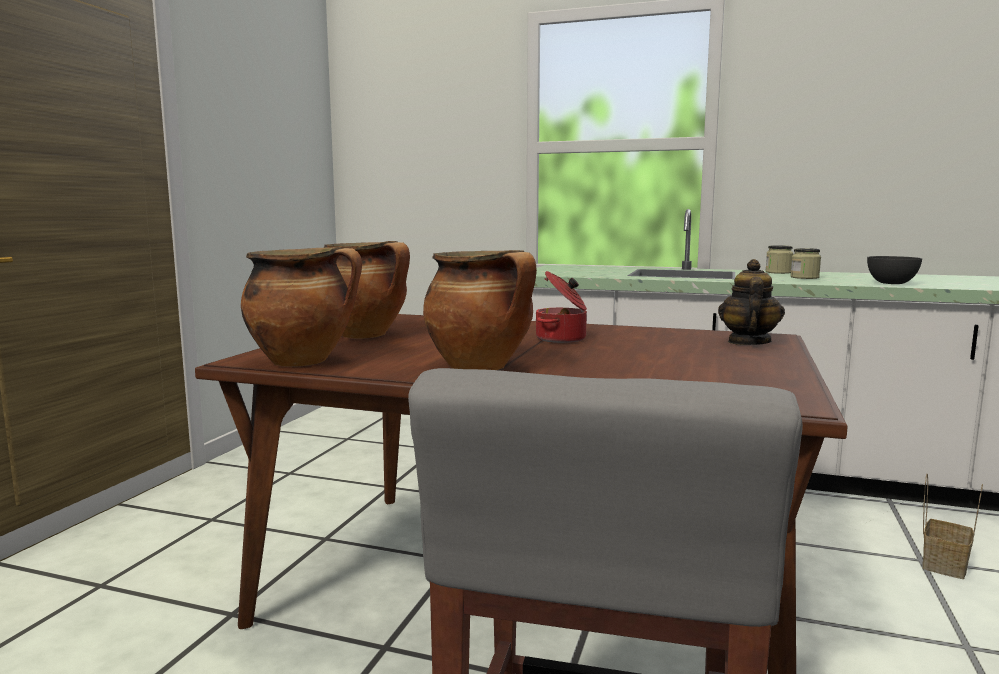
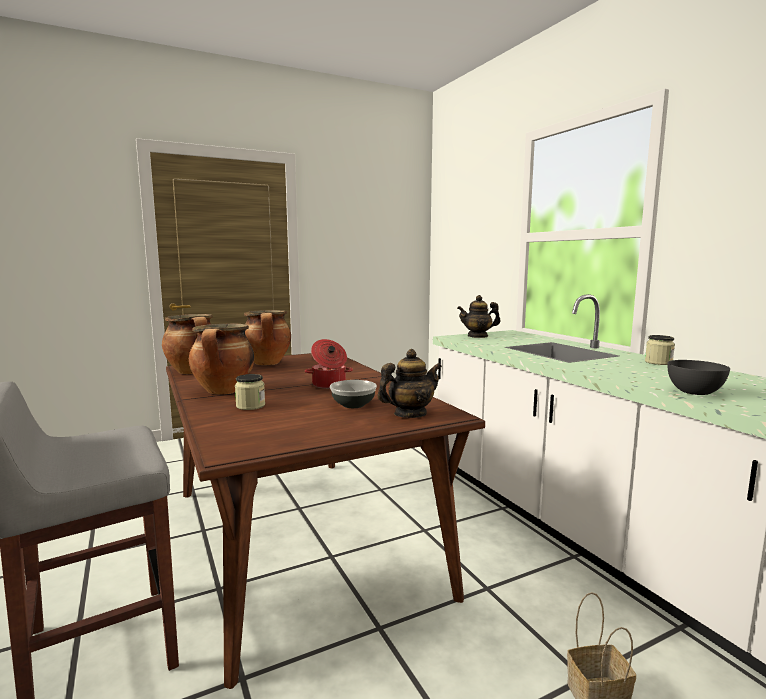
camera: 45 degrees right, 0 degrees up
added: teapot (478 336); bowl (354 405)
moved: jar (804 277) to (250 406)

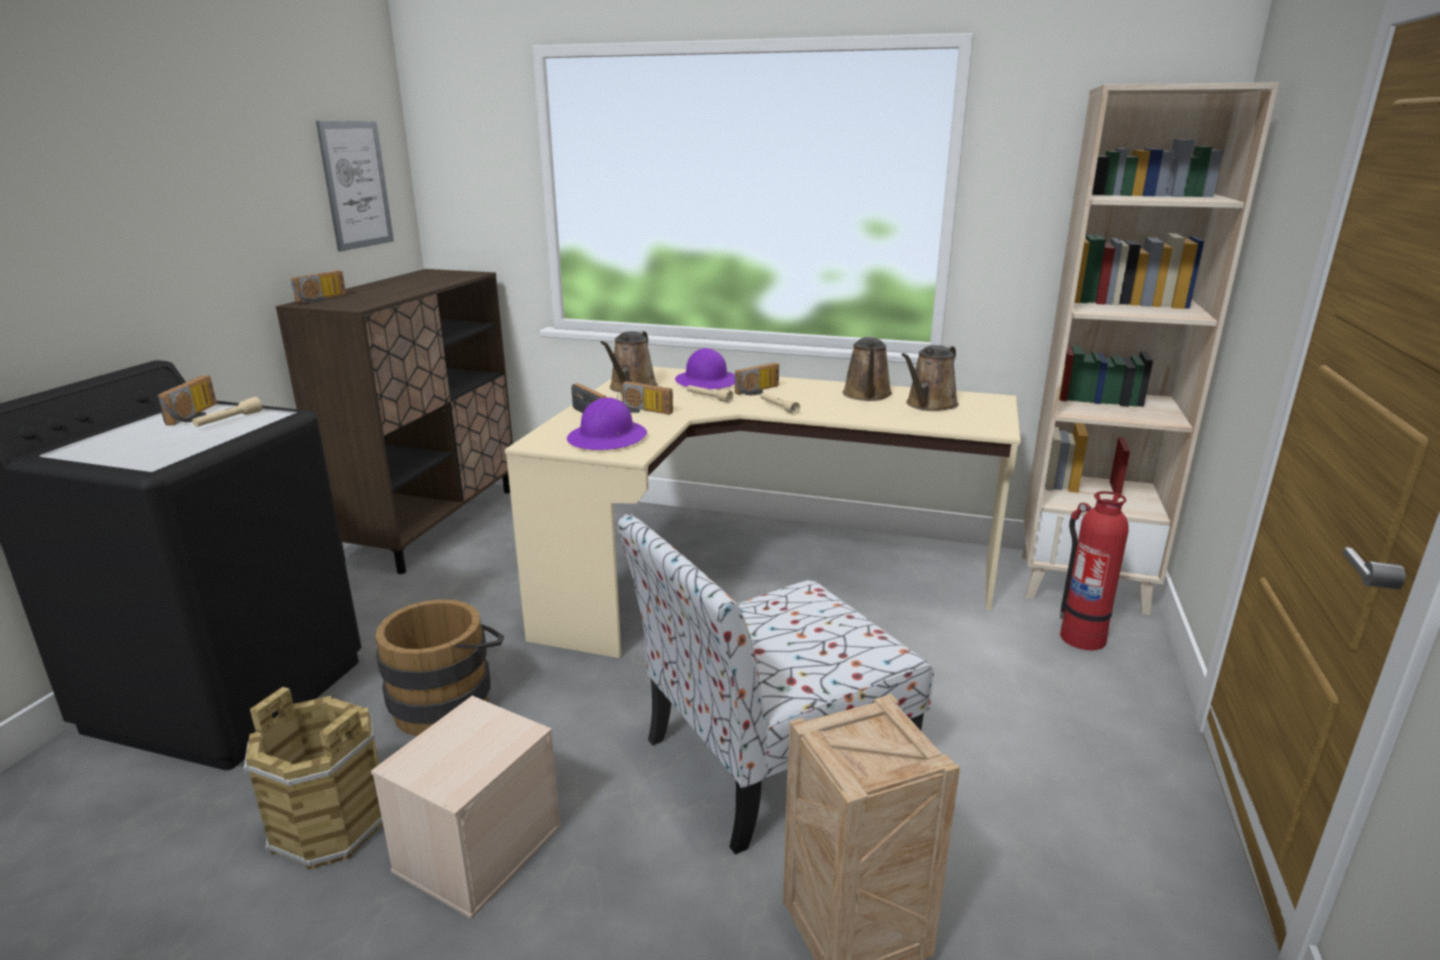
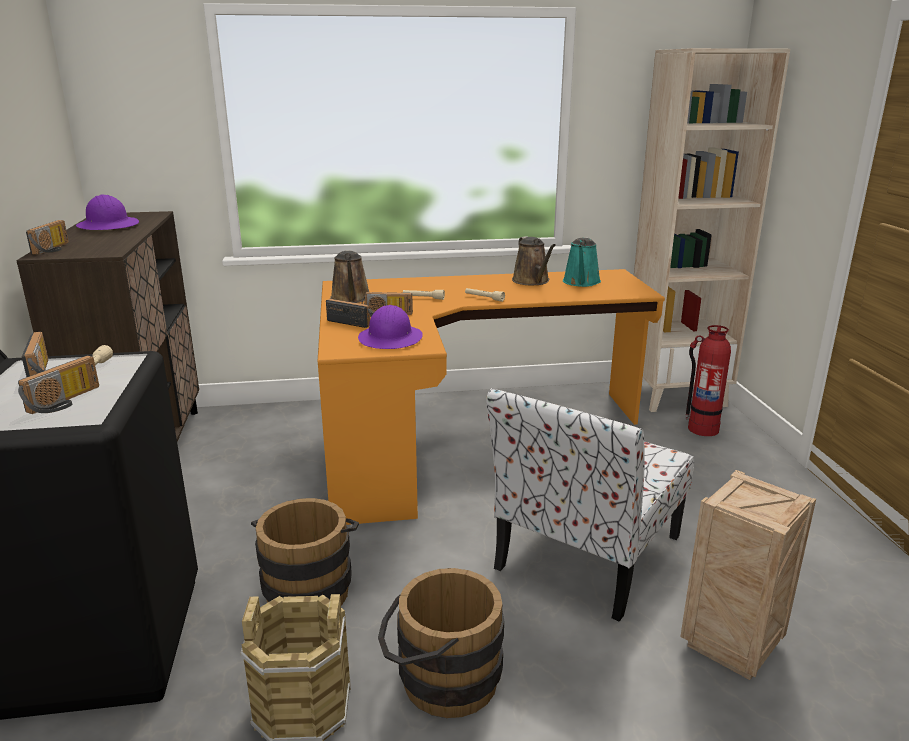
camera: 25 degrees left, 0 degrees up
removed: picture (356 185)
moved: hard hat (purple) (707 382) to (108 226); radio (758 391) to (66 402)
replaced: storage box (beige) (478 846) to bucket (brown) (440 679)
recoloured: watering can (brown) (929 405) to watering can (turquoise) (581 282); desk (beige) (754 577) to desk (orange) (464 437)

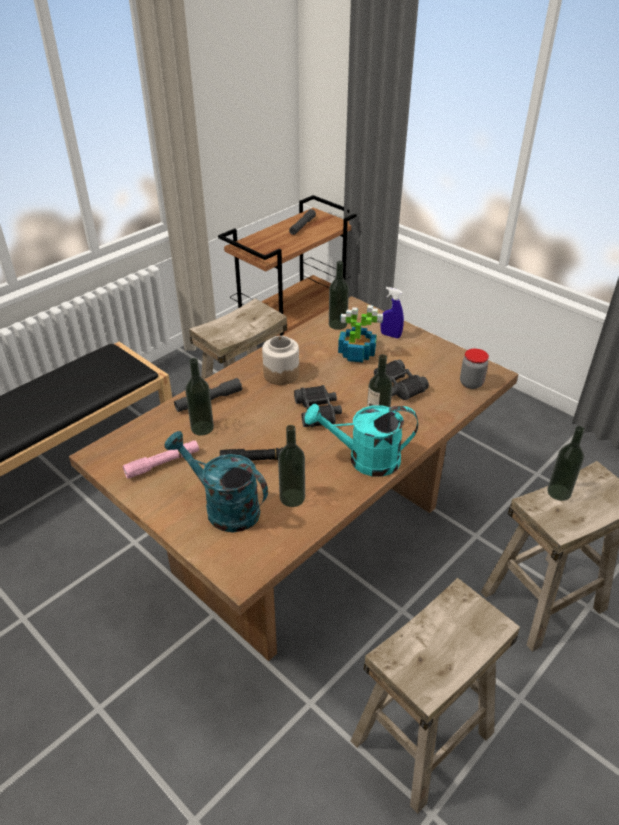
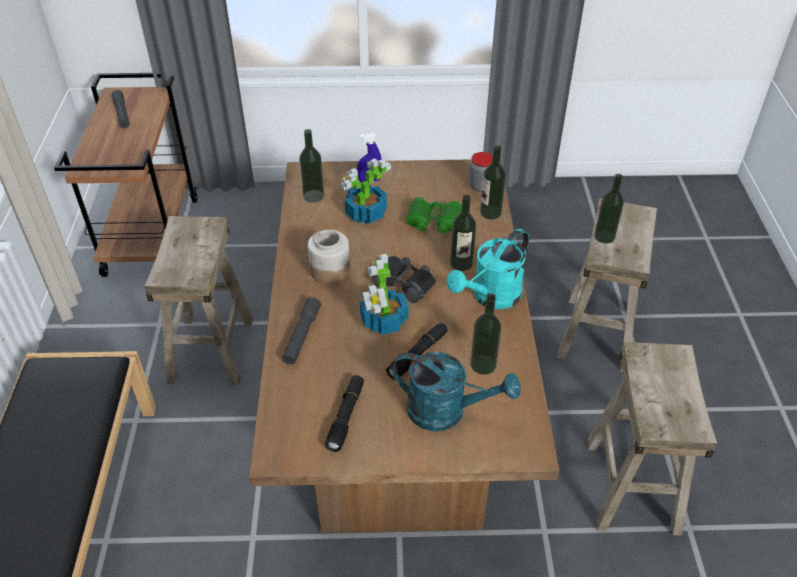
camera: 45 degrees left, 5 degrees up
added: potted plant (383 321)
moved: bottle (202 428) to (490 212)
recoloured: binoculars (black) (397 386) to binoculars (green) (434 222); flashlight (pink) (163 463) to flashlight (black) (346 416)
turned: watering can (turquoise) (224 507) = (446 411) 150 degrees counterclockwise

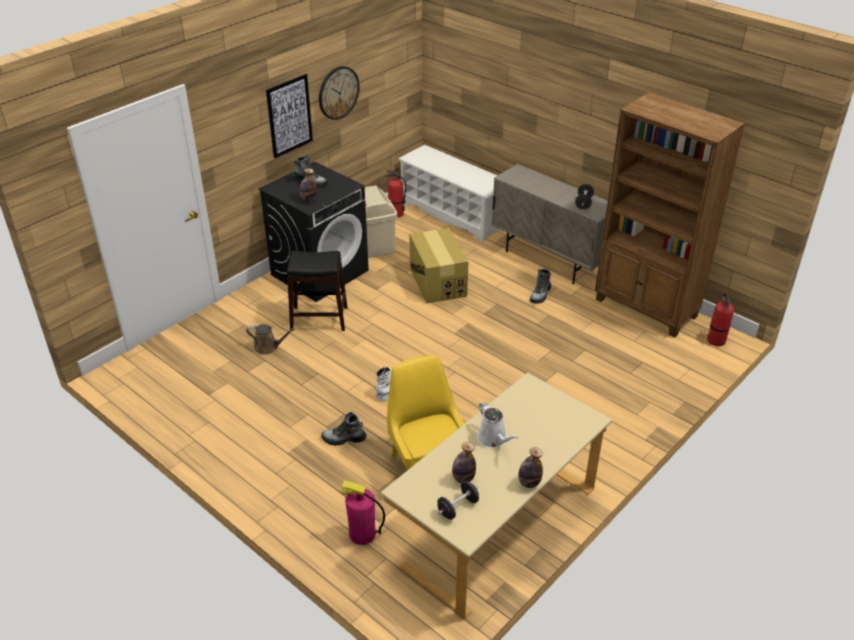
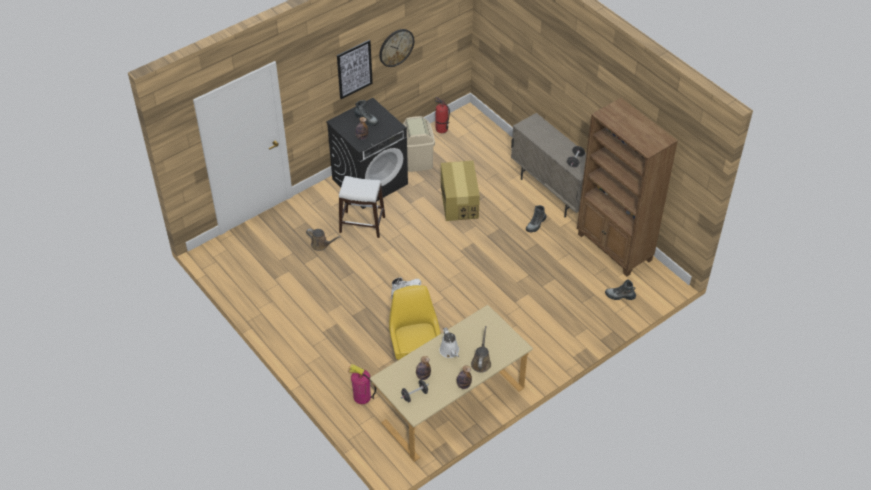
camera: 10 degrees right, 10 degrees up
removed: shoe rack (white) (453 214); fire extinguisher (716 341)
added: watering can (brown) (481 362)
moved: boot (344 439) to (620 296)
recoloured: stool (black) (319 319) to stool (white) (362 225)

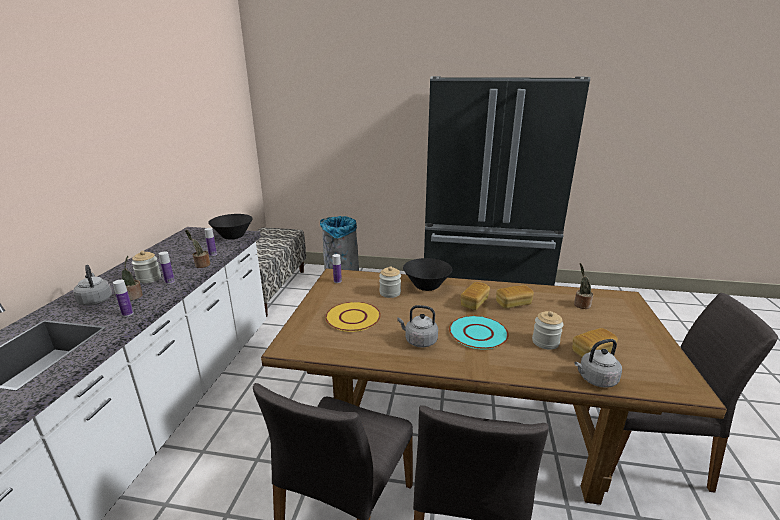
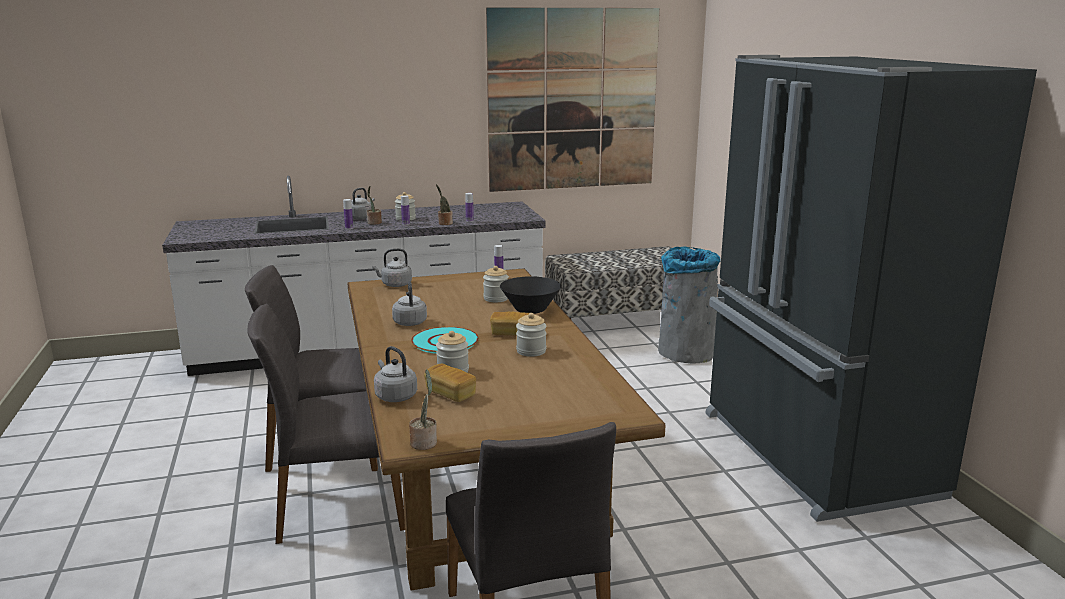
camera: 65 degrees right, 5 degrees down
removed: bowl (black) (233 236); plate (yellow) (352 317)
added: picture (573 100); kettle (grey) (395 285)
moved: potted plant (581 304) to (424 442)
replaced: bread (513 304) to jar (531 351)

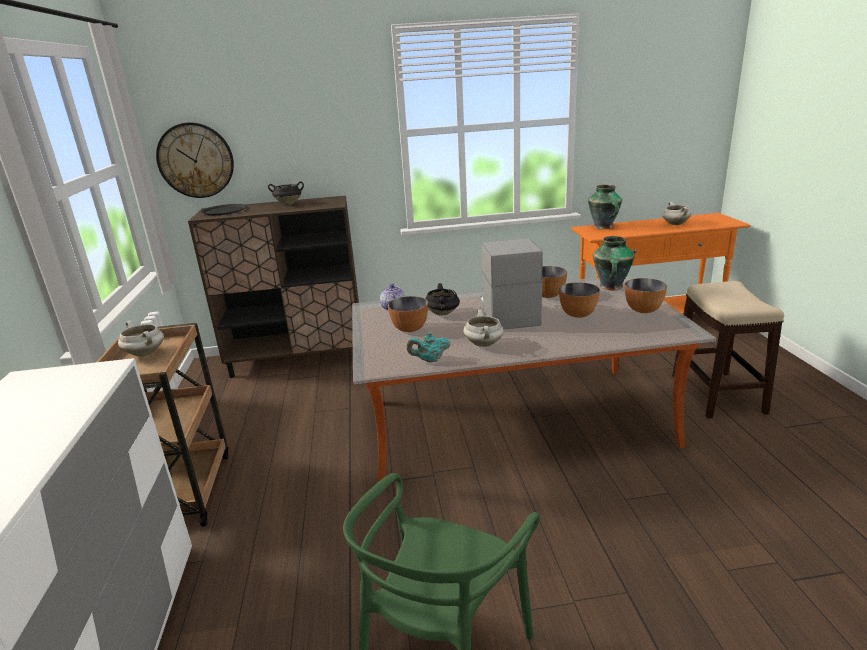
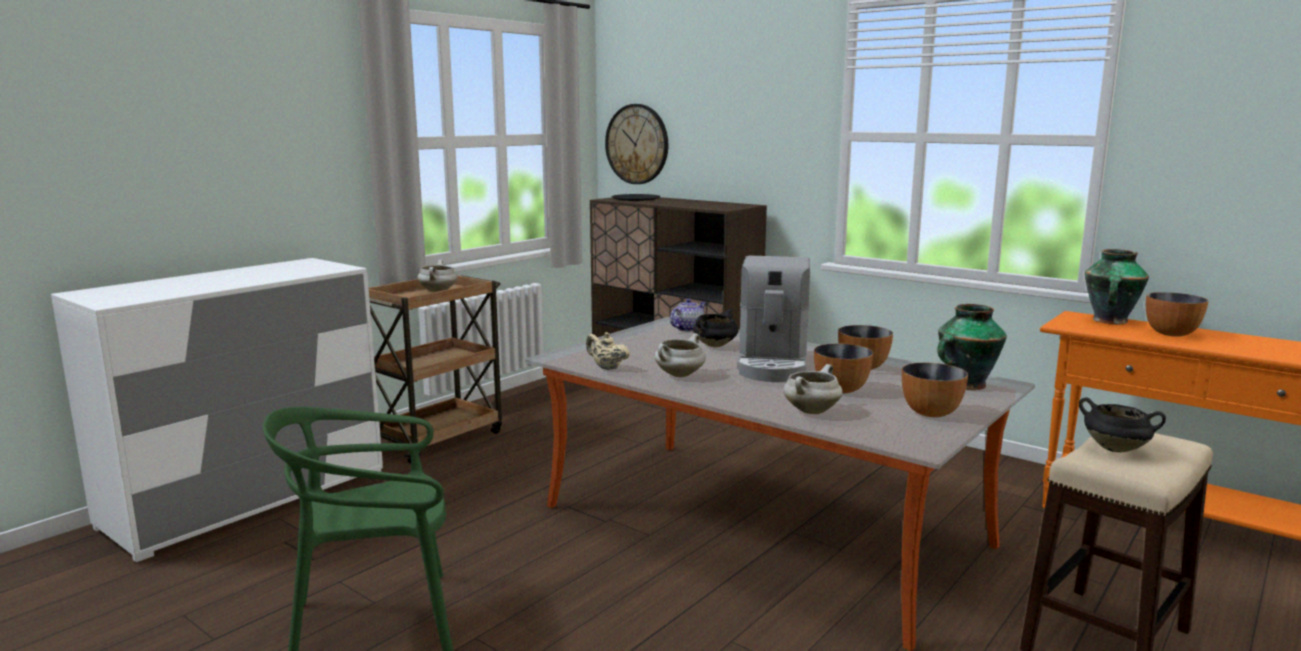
camera: 45 degrees right, 10 degrees down
moved: cooking pot (black) (289 204) to (1116 449); cooking pot (white) (674 224) to (811 411); bowl (409 329) to (1171 334)
recoloured: teapot (turquoise) (430 360) to teapot (beige) (607 368)
turned: coffee machine (507 313) = (772 365) 150 degrees clockwise

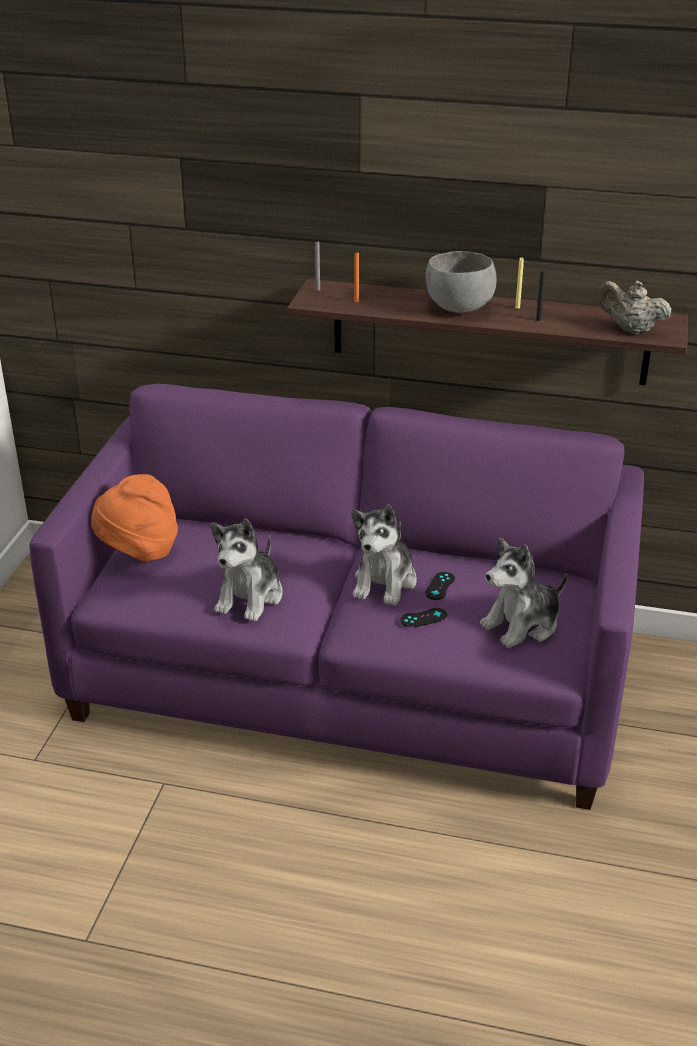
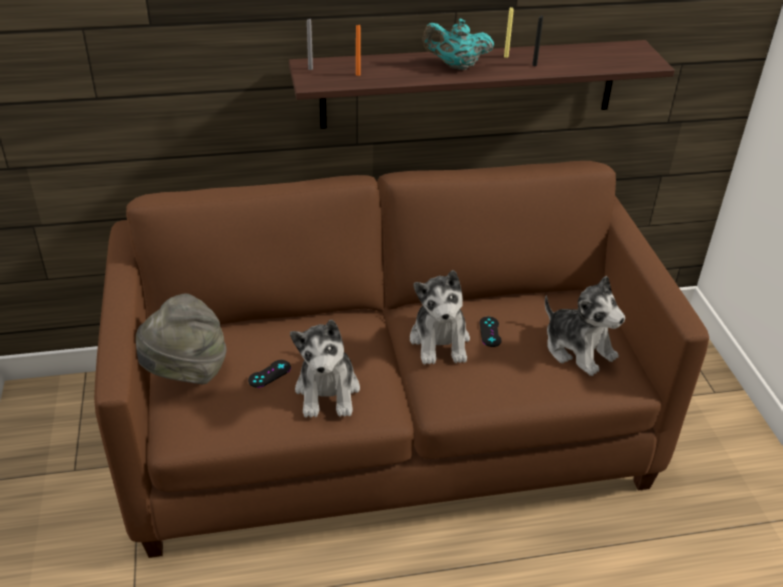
camera: 25 degrees left, 5 degrees up
removed: teapot (beige) (630 329)
moved: game controller (black) (423 618) to (269 374)
replaced: bowl (grey) (458 308) to teapot (turquoise) (456 66)
recoloured: sofa (purple) (350 680) to sofa (brown) (388 430); hat (orange) (138 550) to hat (grey) (185 372)
turned: plush toy (522 624) = (578 349) 75 degrees counterclockwise

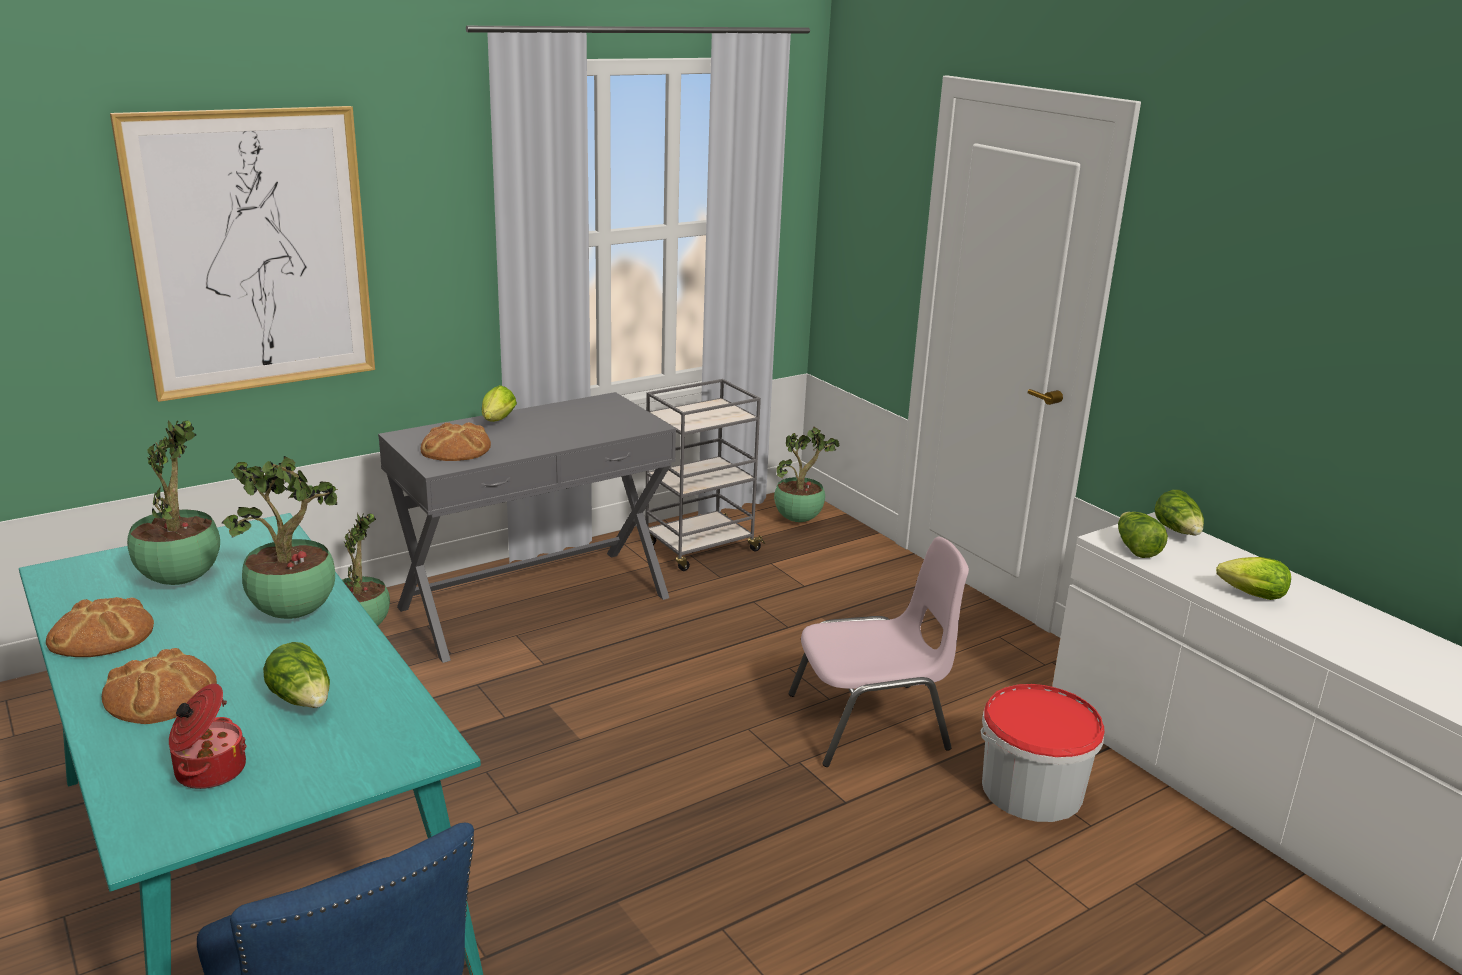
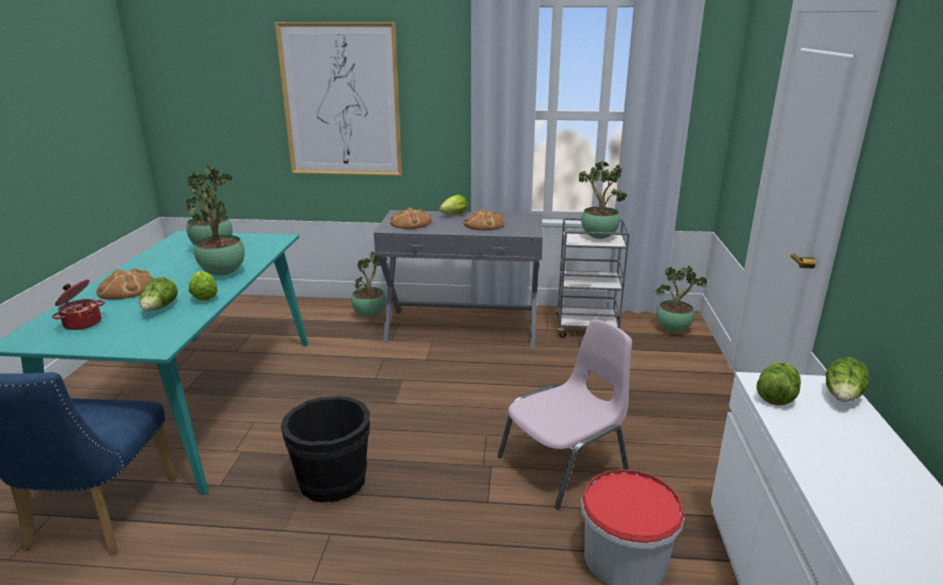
camera: 40 degrees right, 0 degrees up
added: potted plant (597 237); bucket (black) (332 480)
moved: lettuce (1248 594) to (204 296); bread (101 634) to (484 224)
turned: chair (pink) (871 723) = (565 463) 60 degrees counterclockwise

